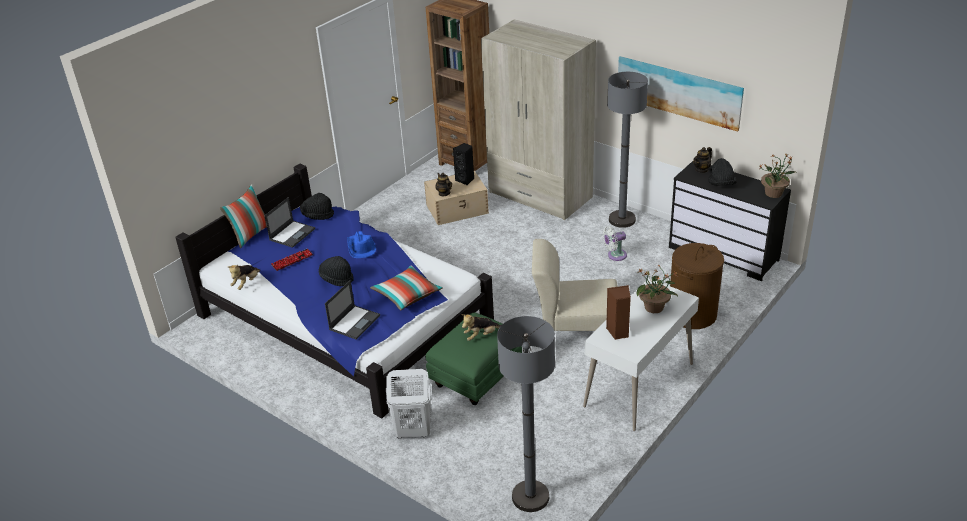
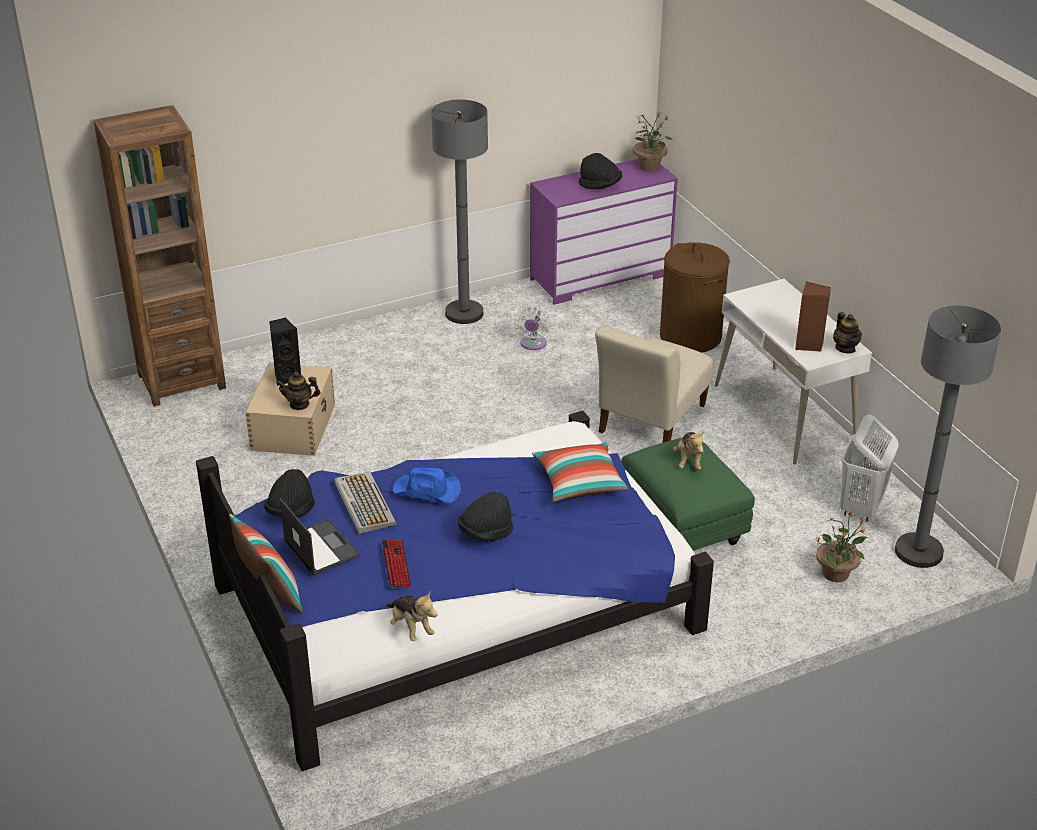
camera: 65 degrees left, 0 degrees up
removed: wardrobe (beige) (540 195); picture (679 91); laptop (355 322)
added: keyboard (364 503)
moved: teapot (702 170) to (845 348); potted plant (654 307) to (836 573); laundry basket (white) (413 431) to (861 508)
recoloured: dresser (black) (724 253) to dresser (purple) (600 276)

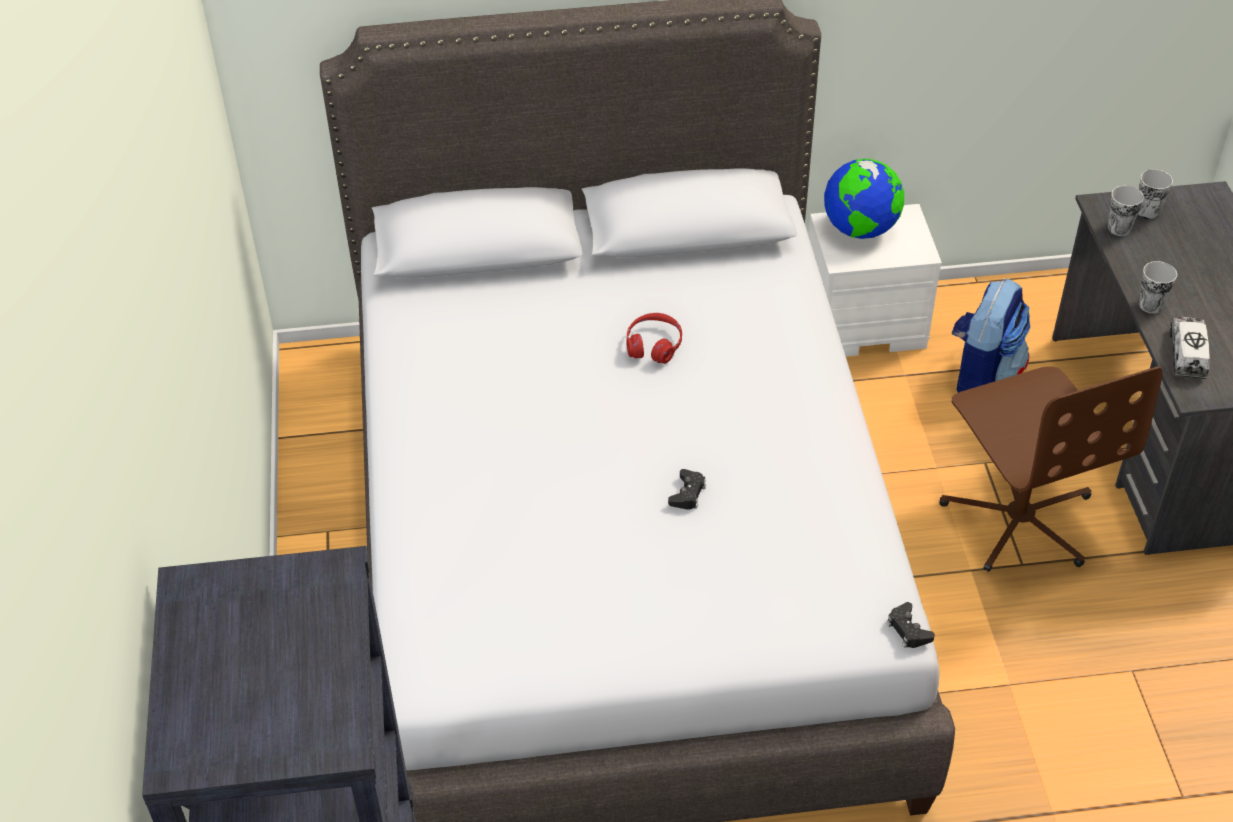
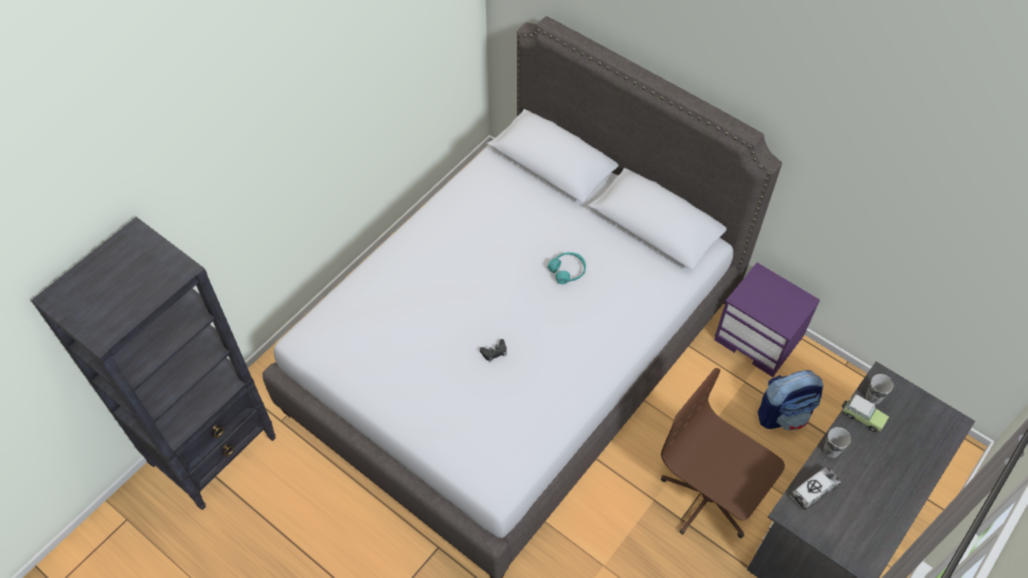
camera: 45 degrees right, 10 degrees up
removed: globe (860 229); cup (1147 212); game controller (black) (908 630)
added: toy car (862 416)
recoloured: nightstand (white) (865 322) to nightstand (purple) (759 339); headphones (red) (654 345) to headphones (turquoise) (567 271)
turned: office chair (brown) (1020 518) = (709 497) 105 degrees clockwise

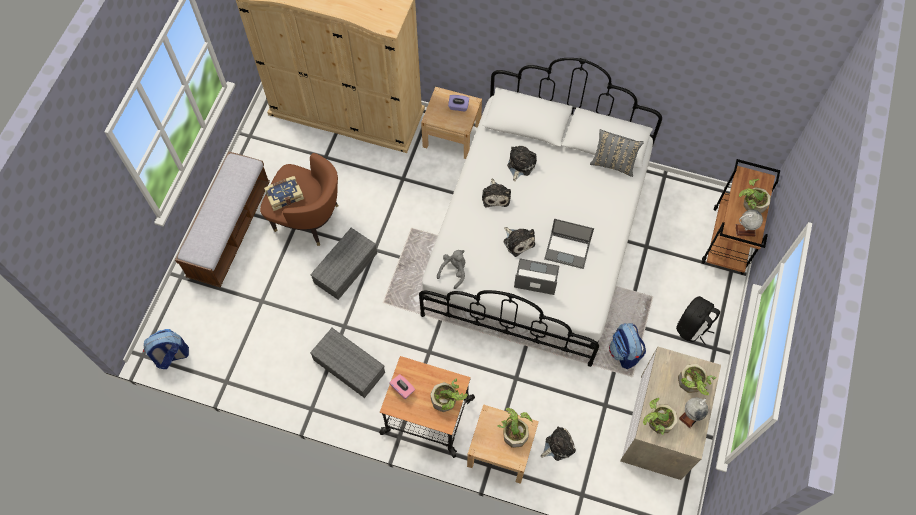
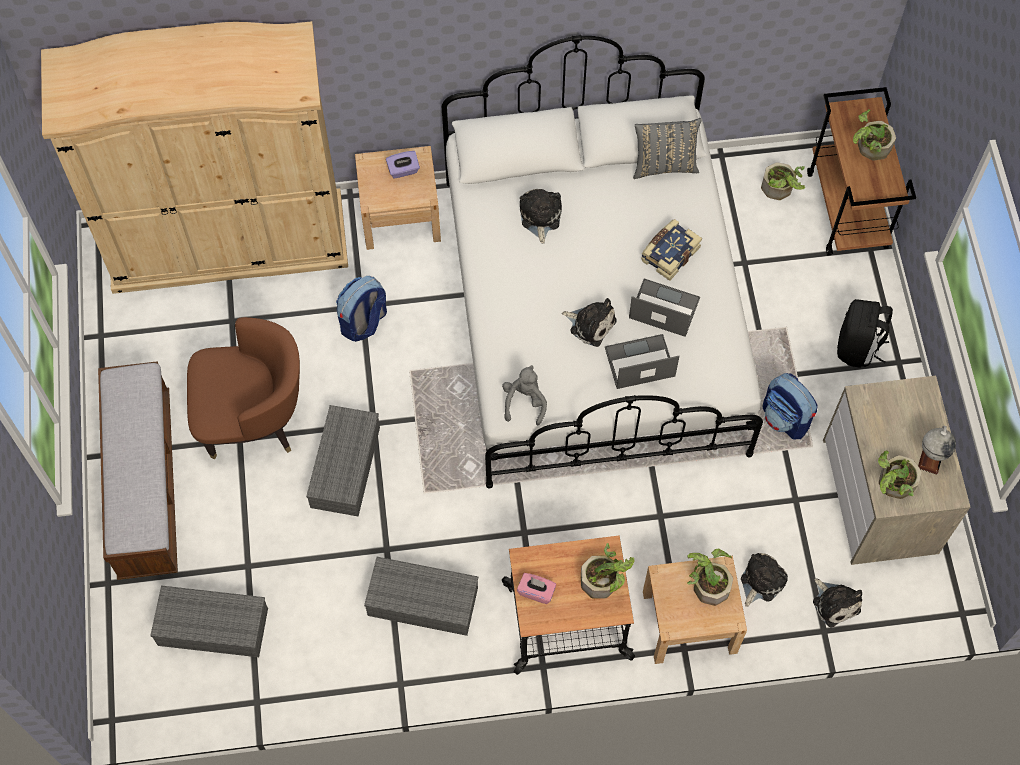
camera: 25 degrees left, 0 degrees up
removed: globe (745 230)
added: storage box (grey) (211 628)
moved: book (284 195) to (669 253); plush toy (495 196) to (835 603); backpack (171 356) to (364 323); potted plant (691 384) to (780 190)
turned: laptop (568 250) = (663 308) 150 degrees counterclockwise

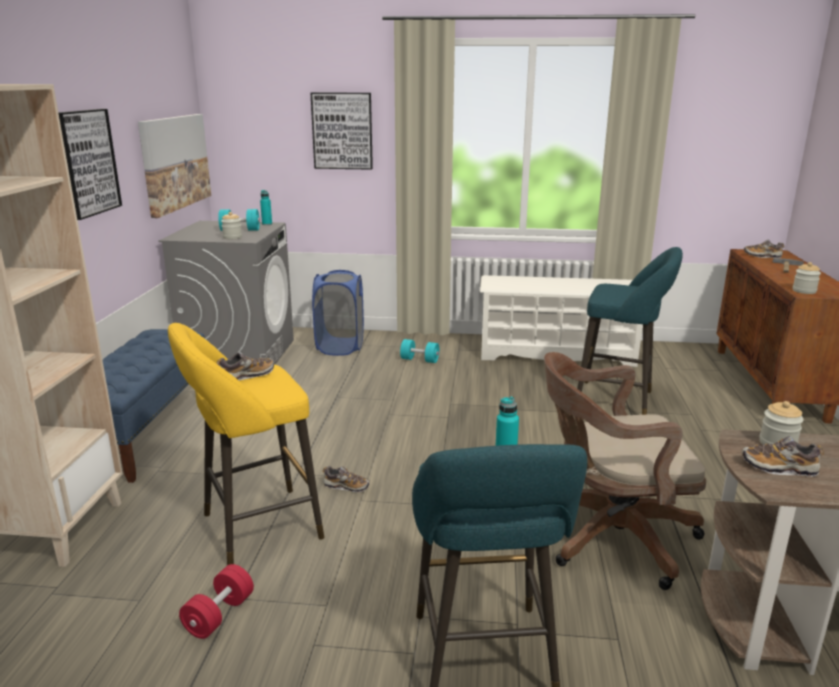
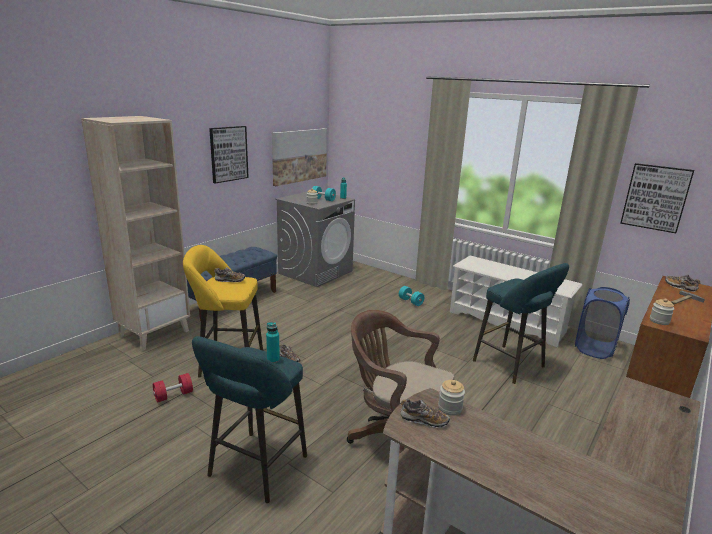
camera: 30 degrees right, 0 degrees up
moved: picture (342 131) to (655 197); laundry basket (blue) (340 347) to (595 349)
turned: shoe (779 468) = (423 420) 150 degrees clockwise

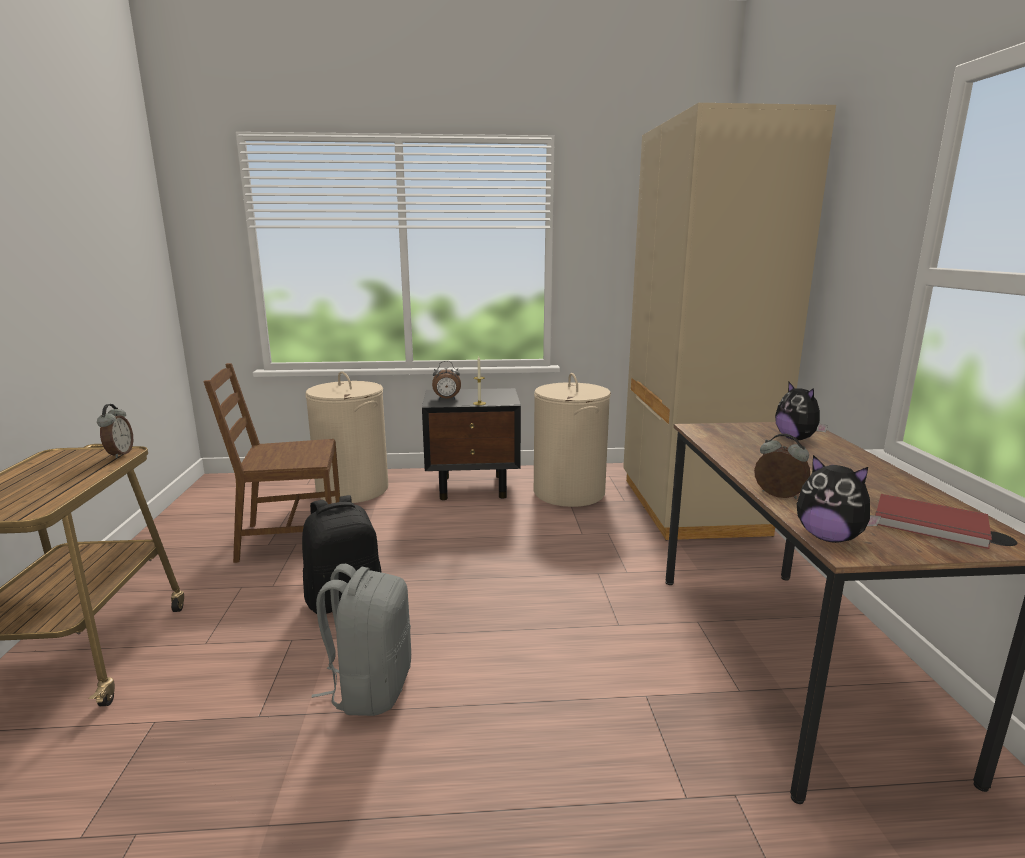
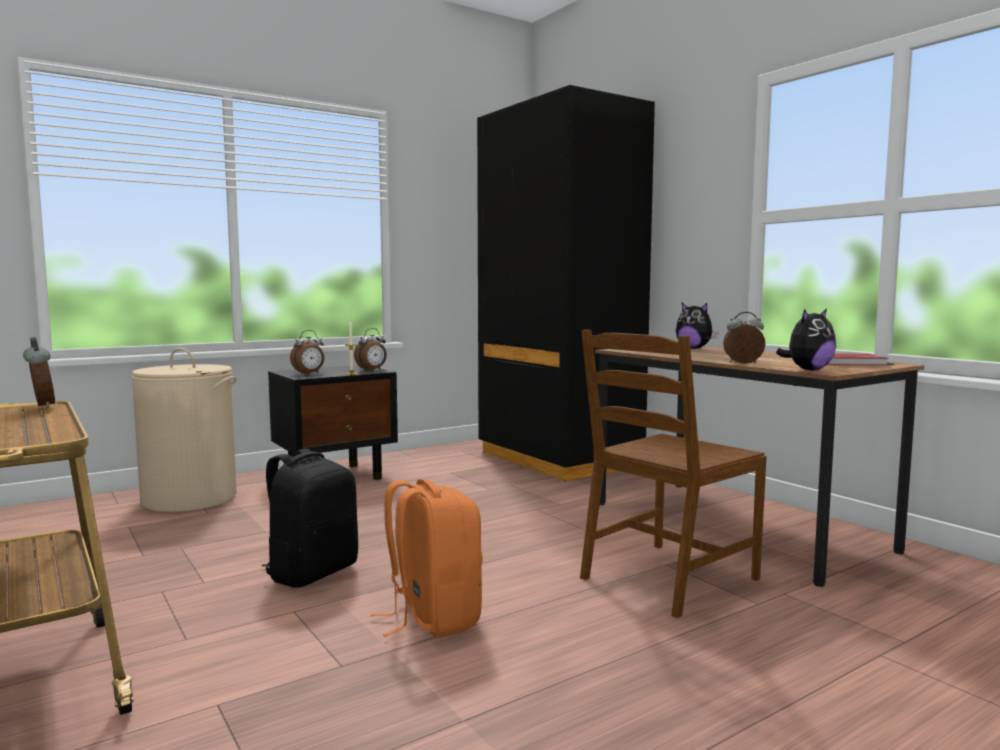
camera: 30 degrees left, 10 degrees down
removed: laundry basket (beige) (569 492)
added: alarm clock (372 370)
moved: chair (brown) (290 539) to (667 578)
recoloured: wardrobe (beige) (691 506) to wardrobe (black) (558 459); backpack (grey) (370 687) to backpack (orange) (432 618)
turned: plush toy (829 537) = (808 370) 45 degrees counterclockwise

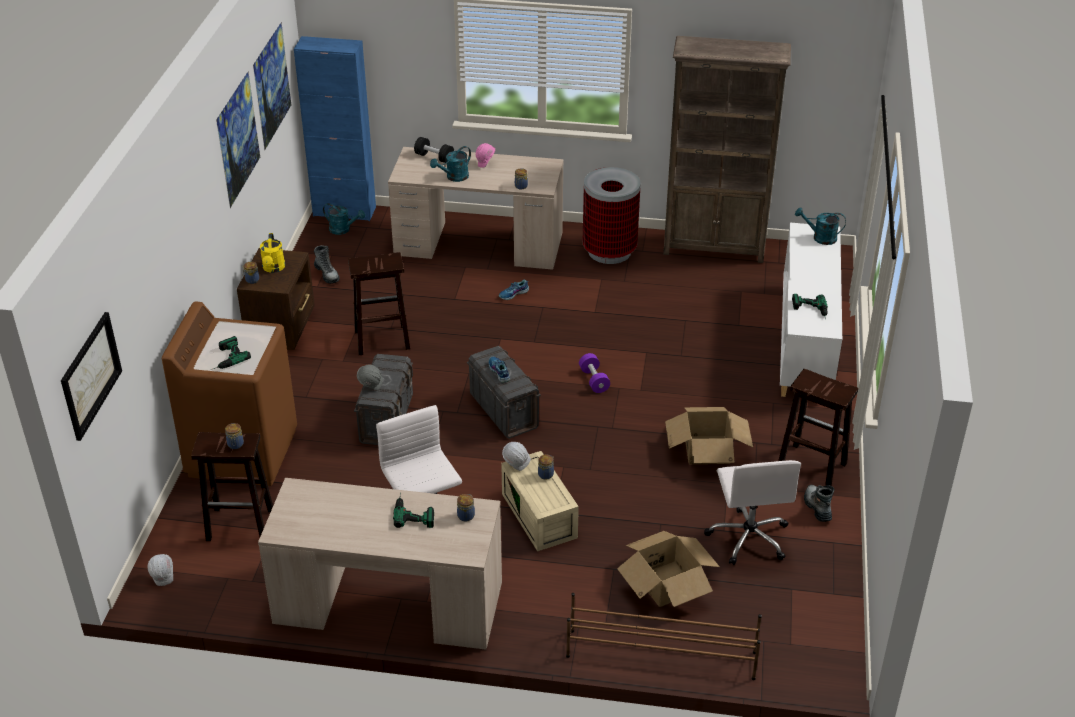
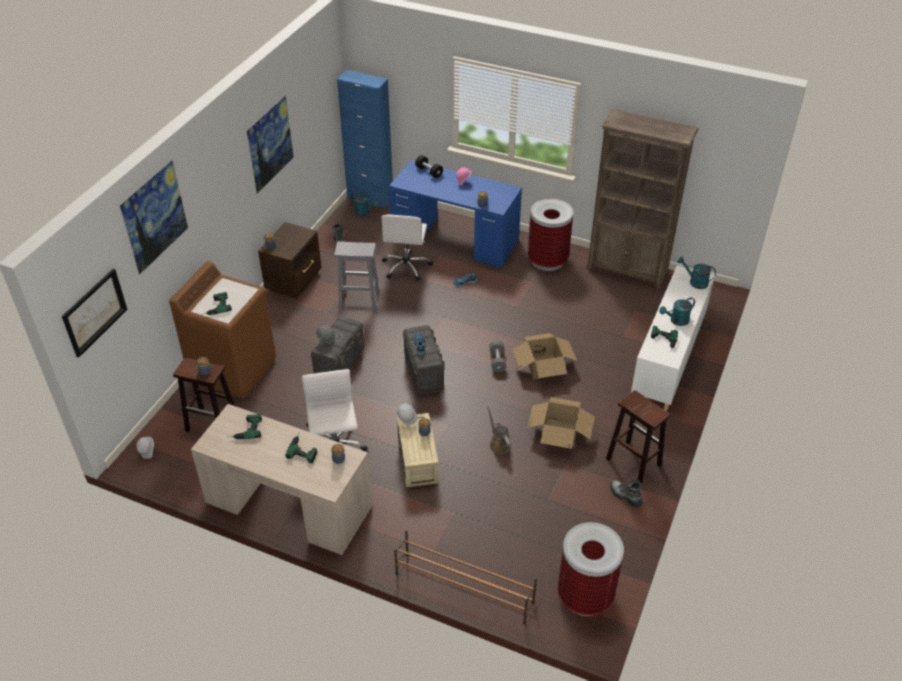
camera: 15 degrees right, 5 degrees up
removed: watering can (yellow) (273 268)
added: watering can (brown) (499 444); power drill (245 430); trash can (584 595)
moved: picture (275 106) to (160 234); watering can (turquoise) (454 177) to (676 321); office chair (white) (748 537) to (406 266); cardboard box (666 584) to (543 365)
recoloured: desk (beige) (479 244) to desk (blue) (455 239); stool (brown) (381 340) to stool (grey) (358 302); dumbbell (purple) (594 380) to dumbbell (grey) (497 361)
turned: boot (817 507) = (625 496) 45 degrees counterclockwise

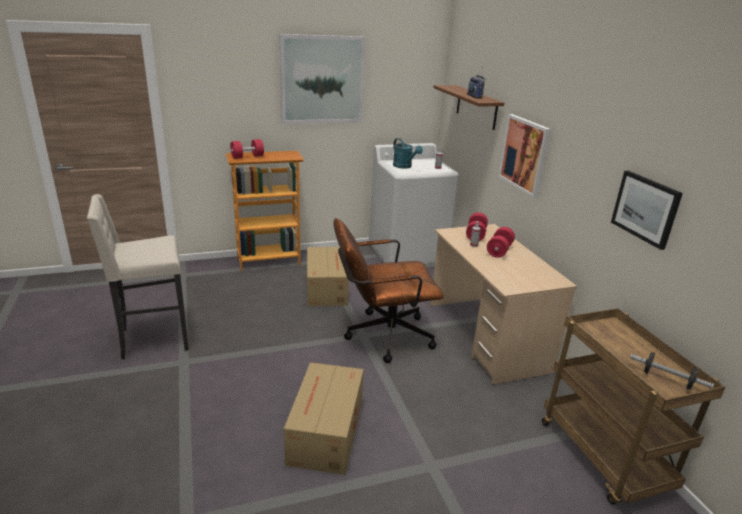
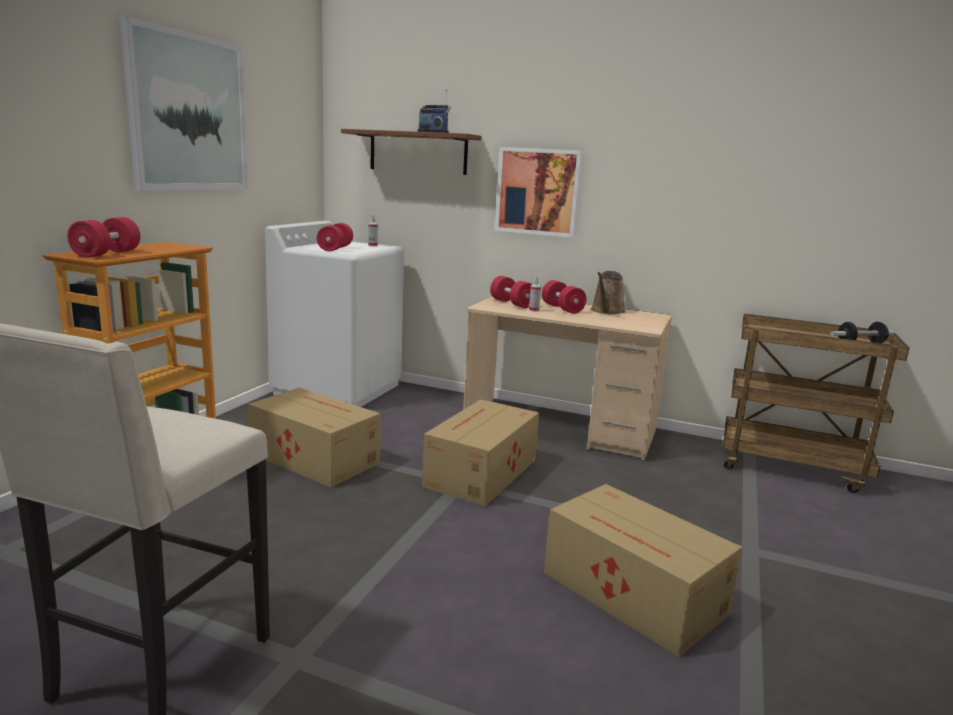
camera: 50 degrees left, 10 degrees down
removed: picture (645 208)
added: watering can (brown) (606 311)
replaced: watering can (turquoise) (404 166) to dumbbell (red) (335 248); office chair (brown) (381 336) to cardboard box (479 473)

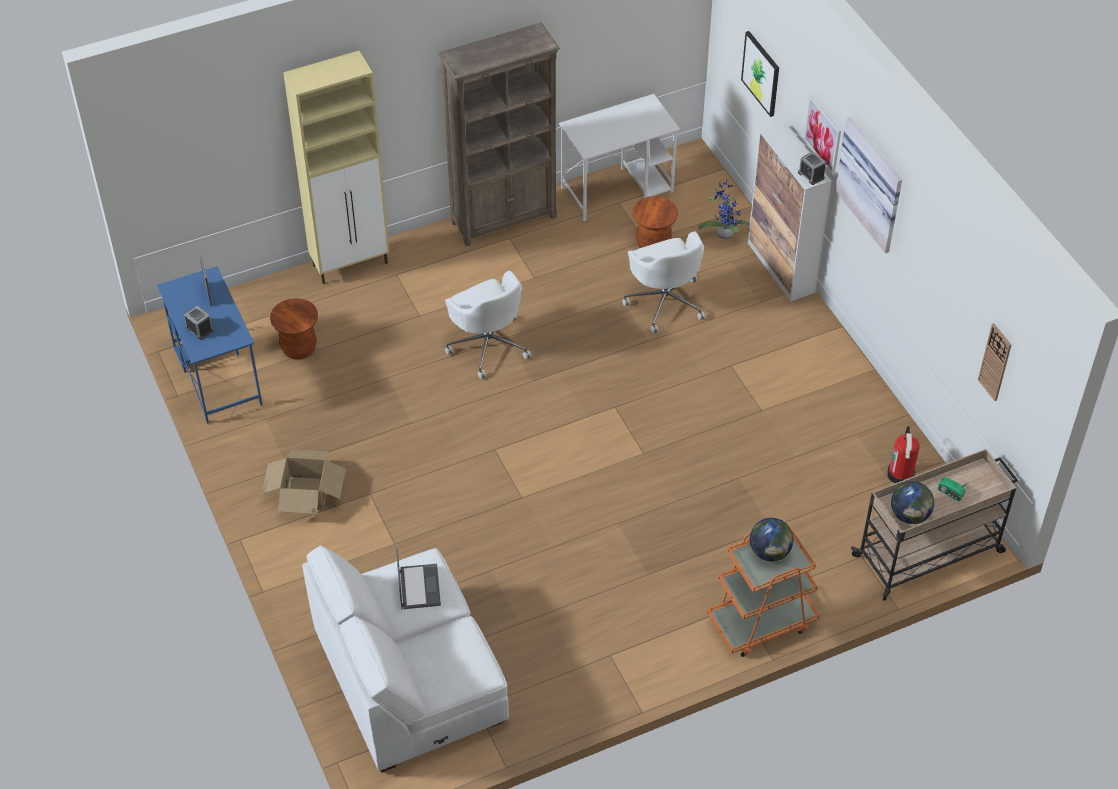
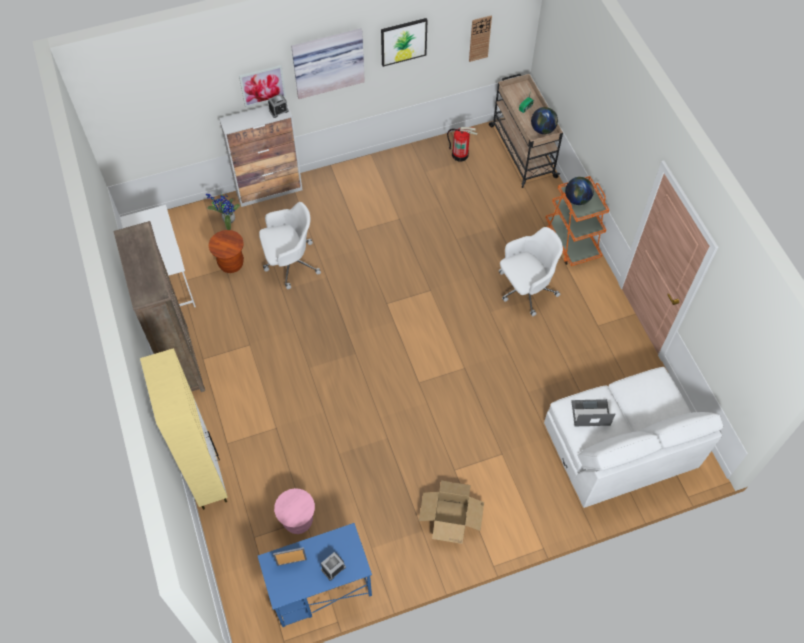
camera: 85 degrees left, 10 degrees up
moved: picture (761 73) to (403 41); office chair (white) (488 344) to (525 289)
recoloured: stool (brown) (299 348) to stool (pink) (298 521)

